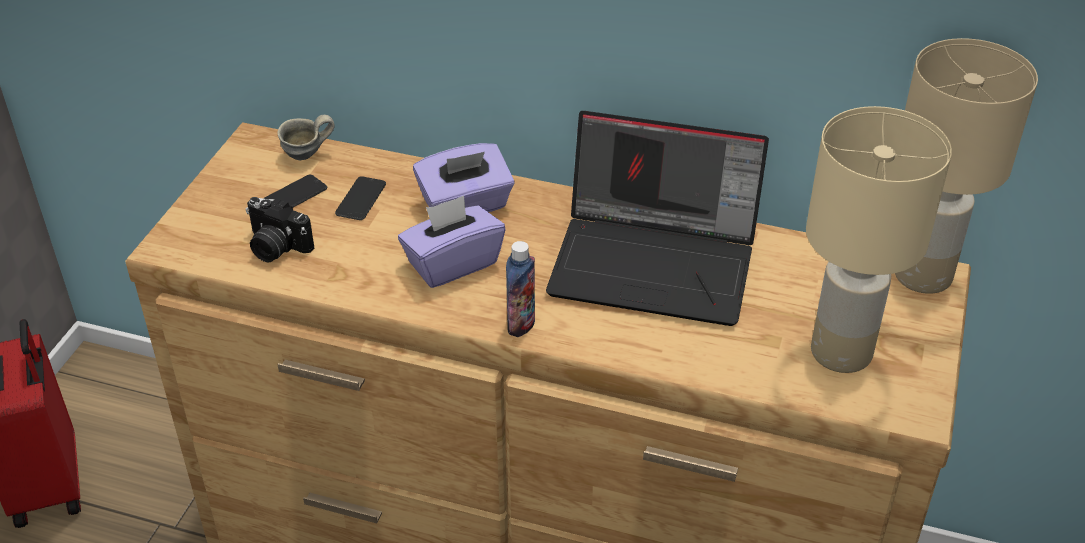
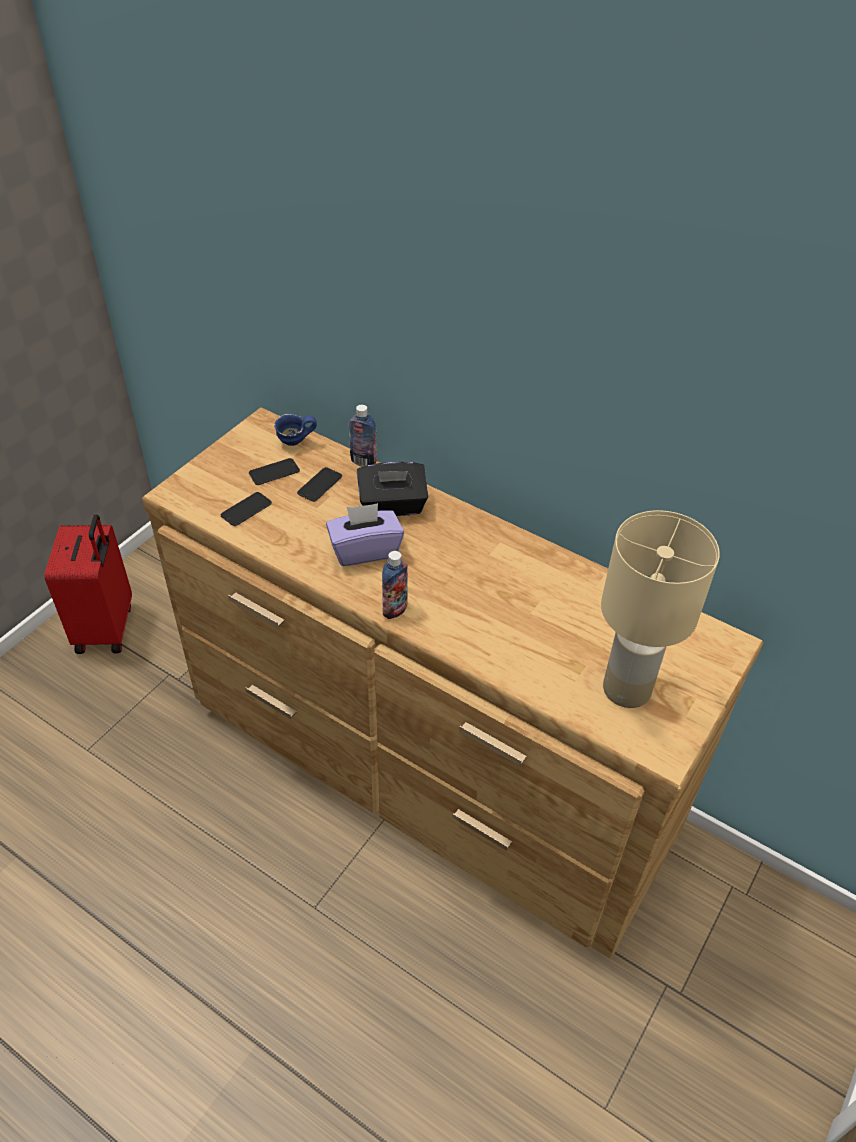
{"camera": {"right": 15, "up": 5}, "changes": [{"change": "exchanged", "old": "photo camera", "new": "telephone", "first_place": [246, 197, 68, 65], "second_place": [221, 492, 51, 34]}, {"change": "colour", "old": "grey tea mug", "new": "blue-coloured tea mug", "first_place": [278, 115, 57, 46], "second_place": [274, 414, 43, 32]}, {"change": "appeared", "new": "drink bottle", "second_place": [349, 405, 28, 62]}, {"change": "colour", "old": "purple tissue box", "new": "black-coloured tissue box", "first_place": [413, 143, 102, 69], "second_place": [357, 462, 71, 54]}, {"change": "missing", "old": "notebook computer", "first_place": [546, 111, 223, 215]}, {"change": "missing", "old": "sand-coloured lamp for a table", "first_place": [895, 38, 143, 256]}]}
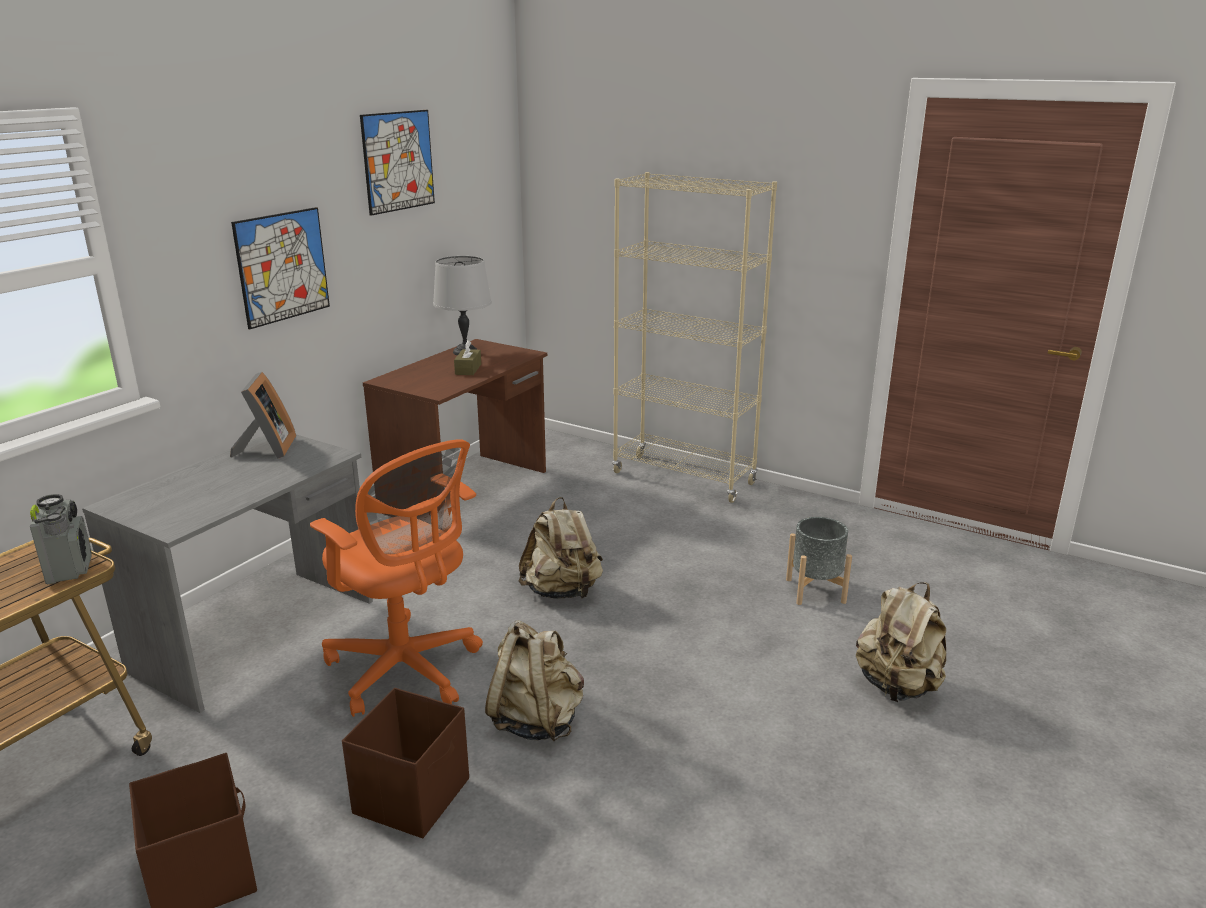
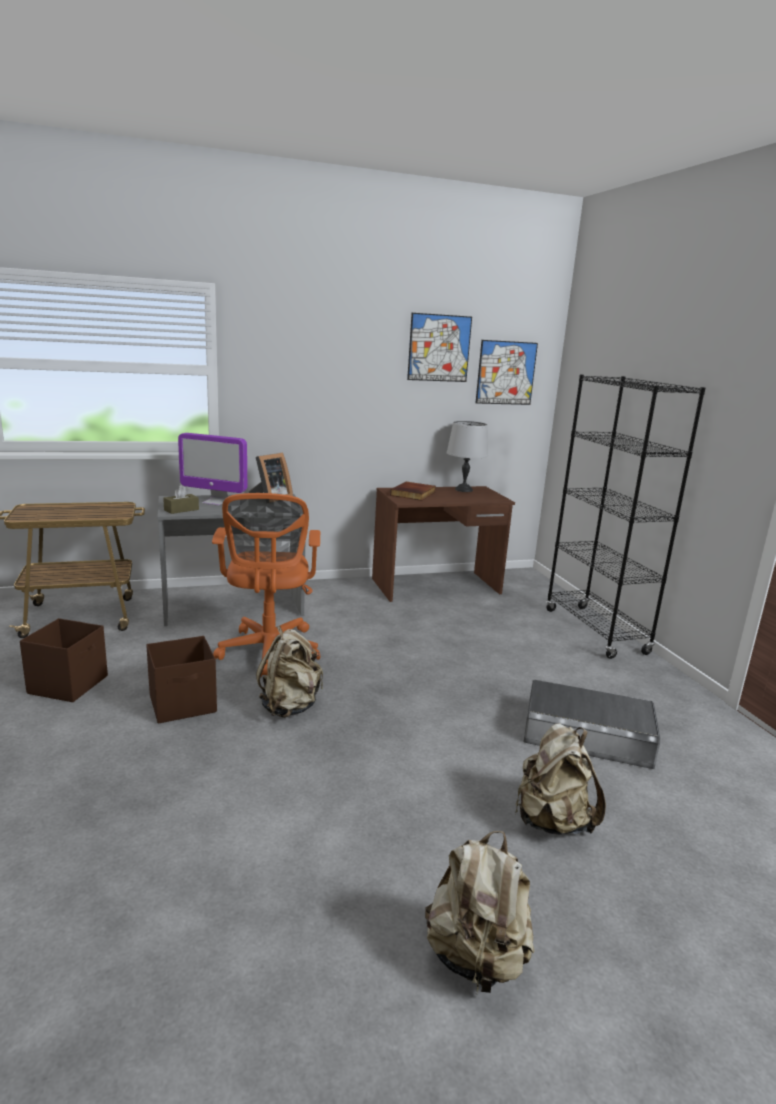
{"camera": {"right": 40, "up": -5}, "changes": [{"change": "relocated", "old": "brownish tissue box", "first_place": [454, 340, 27, 35], "second_place": [163, 485, 36, 29]}, {"change": "appeared", "new": "computer screen", "second_place": [178, 433, 69, 73]}, {"change": "appeared", "new": "volume", "second_place": [390, 482, 46, 19]}, {"change": "relocated", "old": "sand-coloured rucksack", "first_place": [518, 497, 85, 102], "second_place": [425, 831, 110, 162]}, {"change": "relocated", "old": "wall art", "first_place": [231, 207, 99, 122], "second_place": [476, 340, 62, 65]}, {"change": "exchanged", "old": "grey planter", "new": "grey storage container", "first_place": [786, 517, 66, 88], "second_place": [523, 680, 137, 89]}, {"change": "colour", "old": "sand-coloured bookcase", "new": "black-coloured bookcase", "first_place": [612, 172, 165, 331], "second_place": [546, 375, 159, 284]}, {"change": "missing", "old": "radio receiver", "first_place": [30, 494, 62, 90]}]}
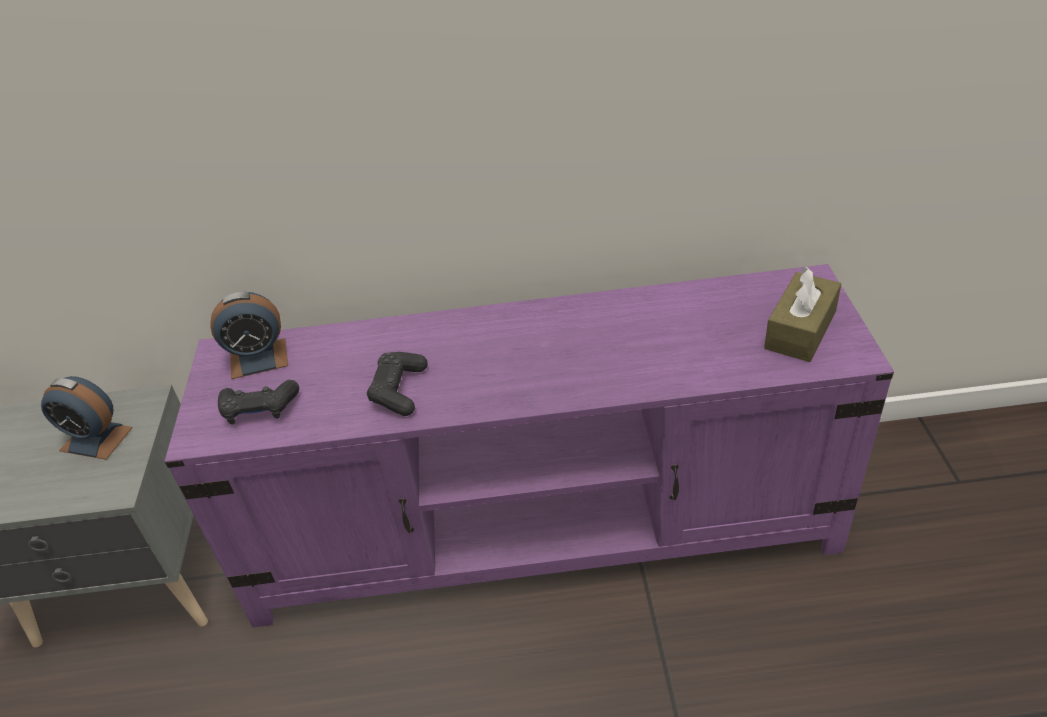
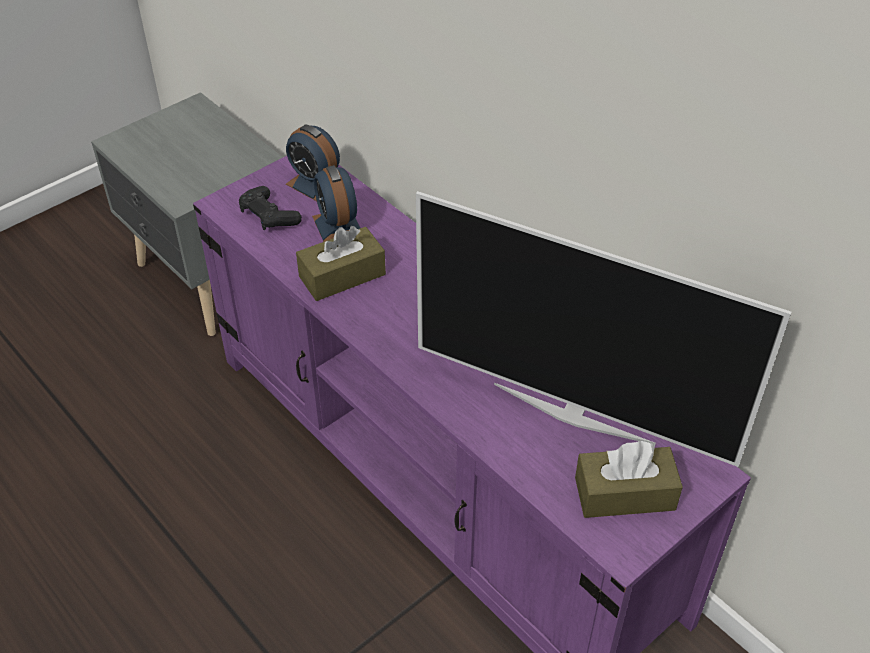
{"camera": {"right": 50, "up": 5}, "changes": [{"change": "exchanged", "old": "black-coloured joypad", "new": "brownish tissue box", "first_place": [367, 352, 61, 64], "second_place": [296, 226, 90, 75]}, {"change": "relocated", "old": "alarm clock", "first_place": [41, 376, 92, 84], "second_place": [312, 165, 48, 77]}, {"change": "appeared", "new": "TV set", "second_place": [416, 191, 375, 276]}]}
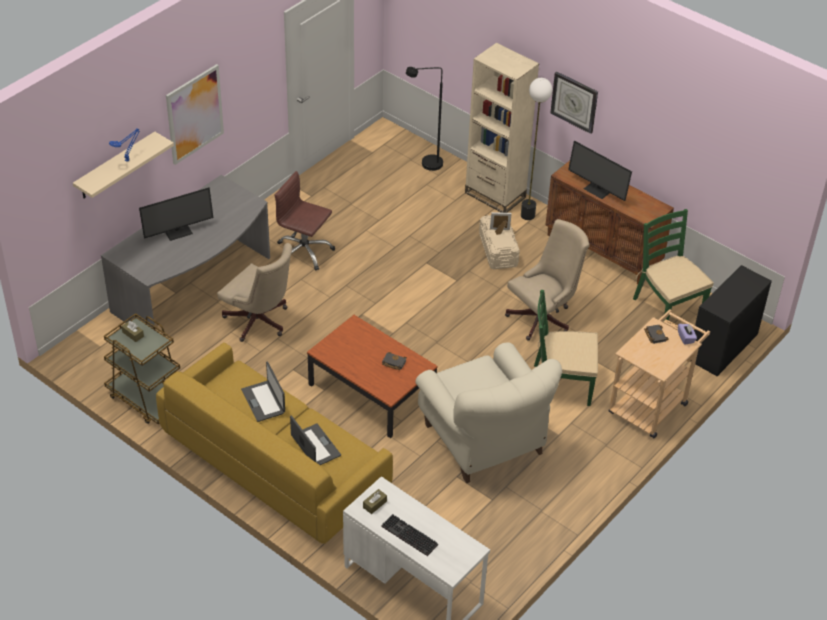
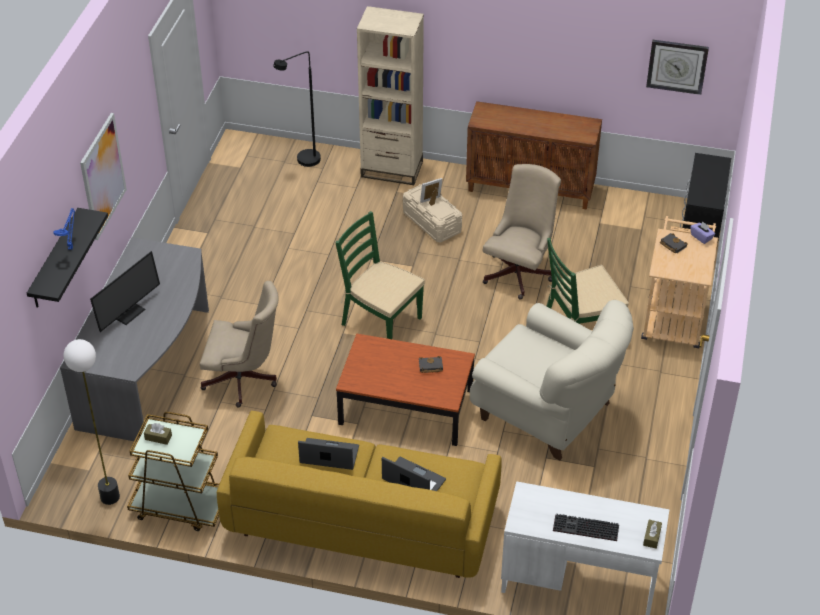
{"camera": {"right": -25, "up": 0}, "changes": [{"change": "colour", "old": "sand-coloured bracket shelf", "new": "black-coloured bracket shelf", "first_place": [73, 132, 101, 66], "second_place": [27, 208, 81, 100]}, {"change": "relocated", "old": "floor lamp", "first_place": [521, 78, 31, 142], "second_place": [64, 339, 56, 166]}, {"change": "spun", "old": "notebook computer", "first_place": [241, 362, 44, 60], "second_place": [298, 438, 61, 32], "degrees": 150}, {"change": "relocated", "old": "green chair", "first_place": [633, 209, 81, 113], "second_place": [336, 211, 89, 128]}, {"change": "relocated", "old": "brownish tissue box", "first_place": [363, 489, 24, 25], "second_place": [643, 520, 19, 29]}, {"change": "relocated", "old": "clock on the wall", "first_place": [550, 72, 48, 62], "second_place": [646, 40, 63, 55]}, {"change": "missing", "old": "brownish office chair", "first_place": [274, 171, 61, 100]}, {"change": "missing", "old": "computer screen", "first_place": [568, 140, 64, 61]}]}
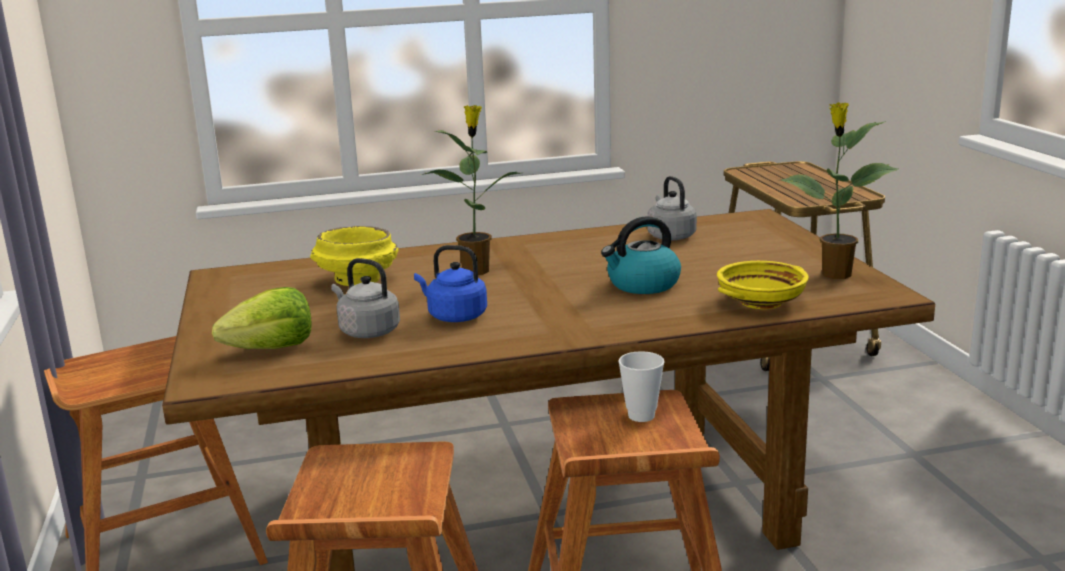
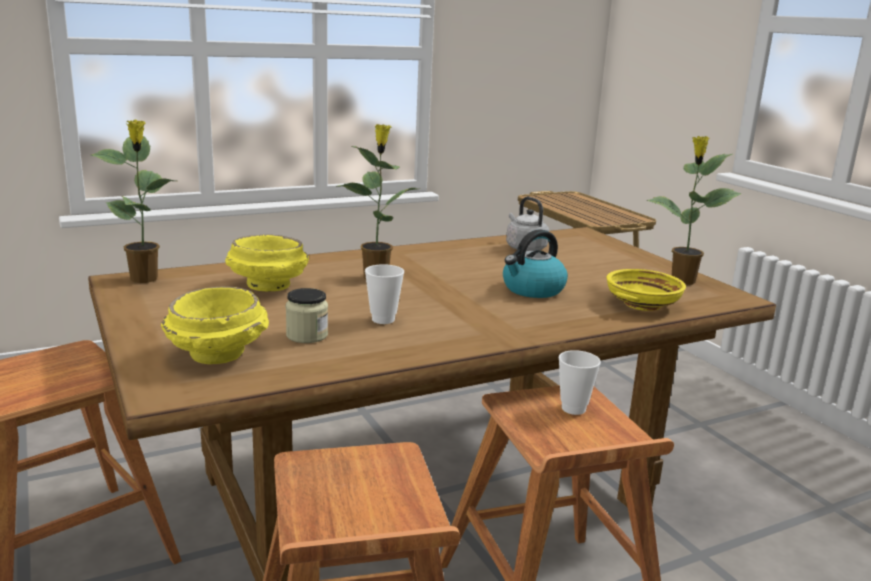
{"camera": {"right": -15, "up": 0}, "changes": [{"change": "appeared", "new": "potted plant", "second_place": [90, 120, 86, 163]}, {"change": "exchanged", "old": "lettuce head", "new": "yellowish deep dish", "first_place": [212, 287, 99, 62], "second_place": [161, 287, 108, 77]}, {"change": "exchanged", "old": "grey tea kettle", "new": "preserve jar", "first_place": [331, 258, 69, 80], "second_place": [286, 288, 42, 55]}, {"change": "exchanged", "old": "blue-coloured tea kettle", "new": "drinking cup", "first_place": [414, 245, 73, 77], "second_place": [365, 264, 39, 60]}]}
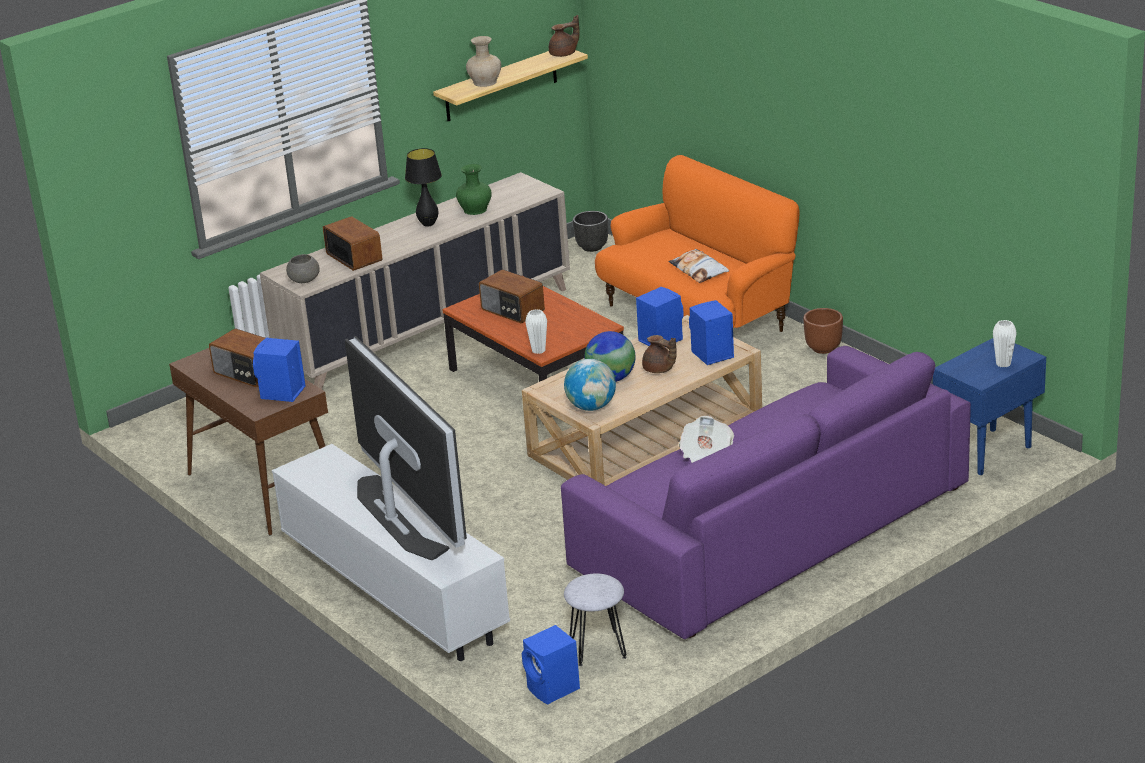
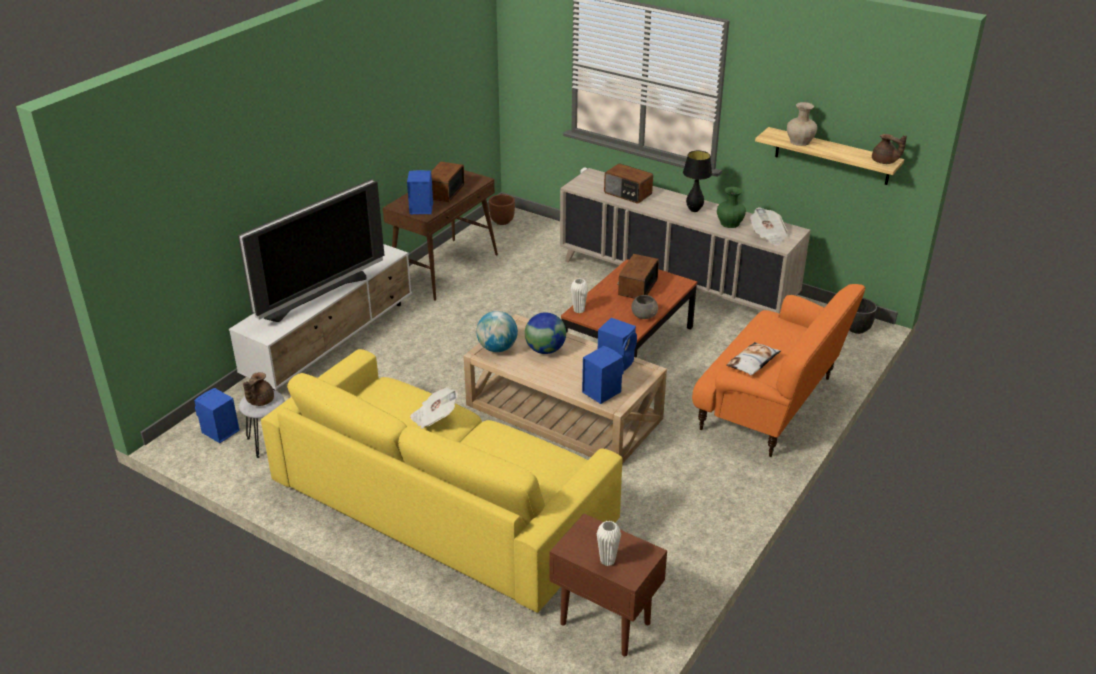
{"camera": {"right": 70, "up": 5}, "changes": [{"change": "relocated", "old": "brownish pot for tea", "first_place": [642, 335, 35, 38], "second_place": [243, 372, 31, 34]}, {"change": "colour", "old": "purple couch", "new": "yellowish couch", "first_place": [561, 346, 410, 293], "second_place": [261, 349, 362, 264]}, {"change": "relocated", "old": "brownish planter", "first_place": [803, 308, 40, 46], "second_place": [489, 194, 26, 31]}, {"change": "colour", "old": "blue-coloured accent table", "new": "brownish accent table", "first_place": [933, 338, 113, 137], "second_place": [550, 514, 117, 142]}, {"change": "spun", "old": "radio receiver", "first_place": [323, 216, 59, 55], "second_place": [604, 164, 49, 40], "degrees": 90}, {"change": "relocated", "old": "grey deep dish", "first_place": [286, 254, 34, 29], "second_place": [632, 295, 26, 24]}, {"change": "appeared", "new": "printed paper", "second_place": [750, 207, 39, 39]}]}
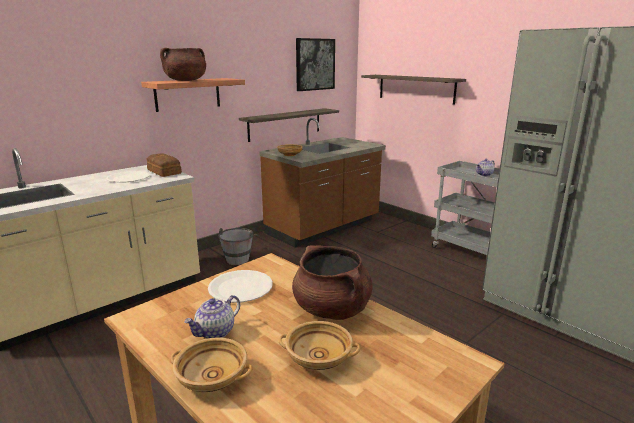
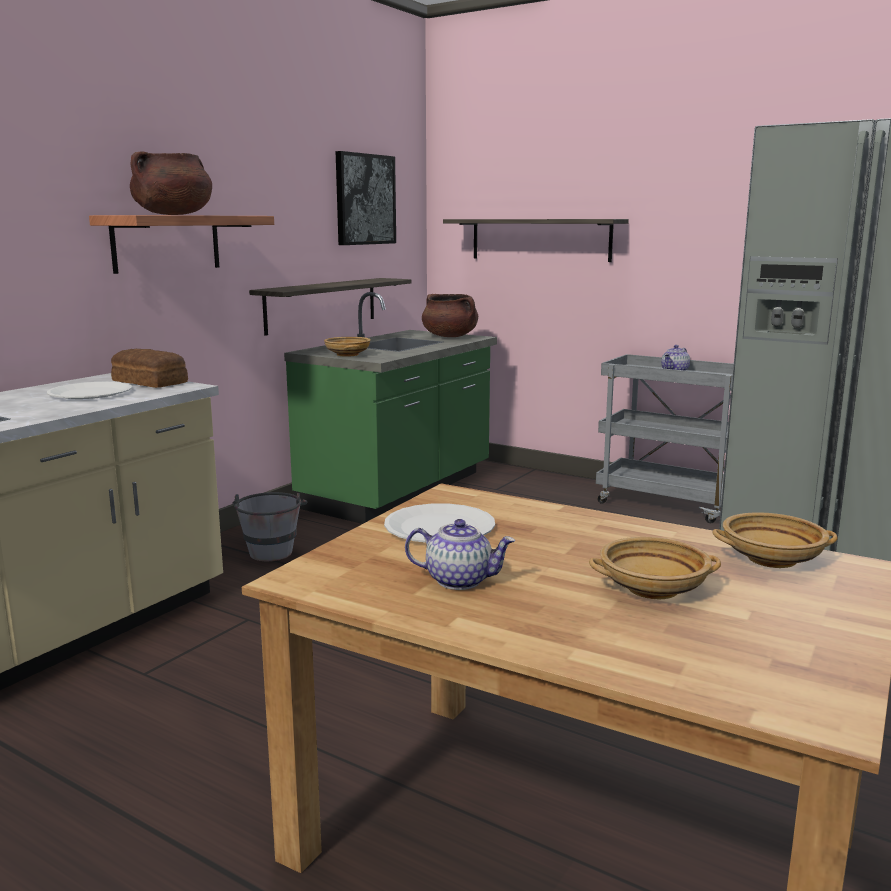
{"camera": {"right": -15, "up": -5}, "changes": [{"change": "colour", "old": "brownish kitchen base unit", "new": "green kitchen base unit", "first_place": [259, 118, 127, 130], "second_place": [284, 292, 213, 232]}, {"change": "spun", "old": "pot for tea", "first_place": [184, 295, 56, 44], "second_place": [405, 519, 110, 71], "degrees": -105}, {"change": "relocated", "old": "brownish stockpot", "first_place": [292, 245, 81, 75], "second_place": [422, 294, 56, 43]}, {"change": "relocated", "old": "sand-coloured deep dish", "first_place": [170, 337, 83, 55], "second_place": [712, 512, 126, 56]}]}
